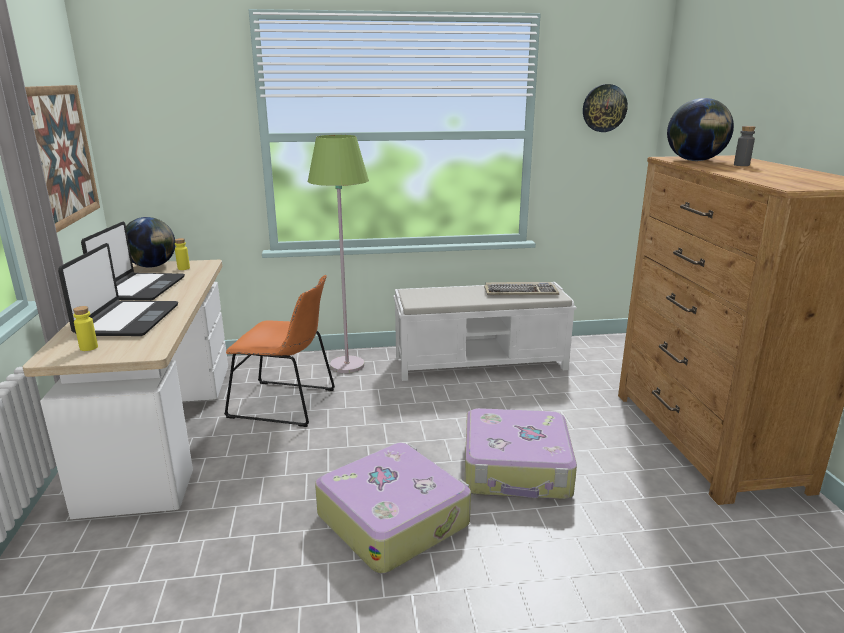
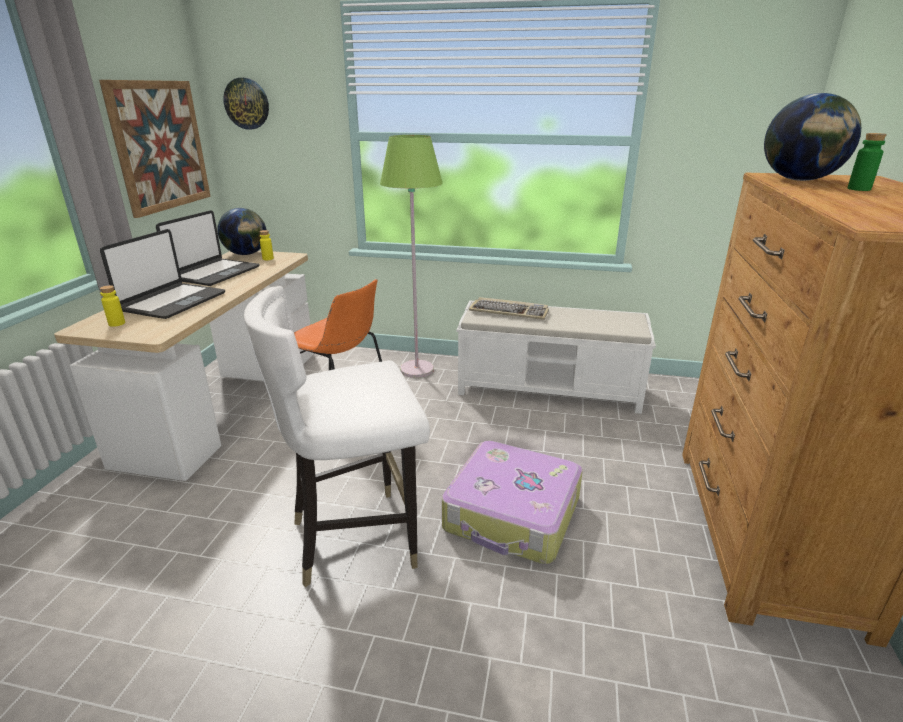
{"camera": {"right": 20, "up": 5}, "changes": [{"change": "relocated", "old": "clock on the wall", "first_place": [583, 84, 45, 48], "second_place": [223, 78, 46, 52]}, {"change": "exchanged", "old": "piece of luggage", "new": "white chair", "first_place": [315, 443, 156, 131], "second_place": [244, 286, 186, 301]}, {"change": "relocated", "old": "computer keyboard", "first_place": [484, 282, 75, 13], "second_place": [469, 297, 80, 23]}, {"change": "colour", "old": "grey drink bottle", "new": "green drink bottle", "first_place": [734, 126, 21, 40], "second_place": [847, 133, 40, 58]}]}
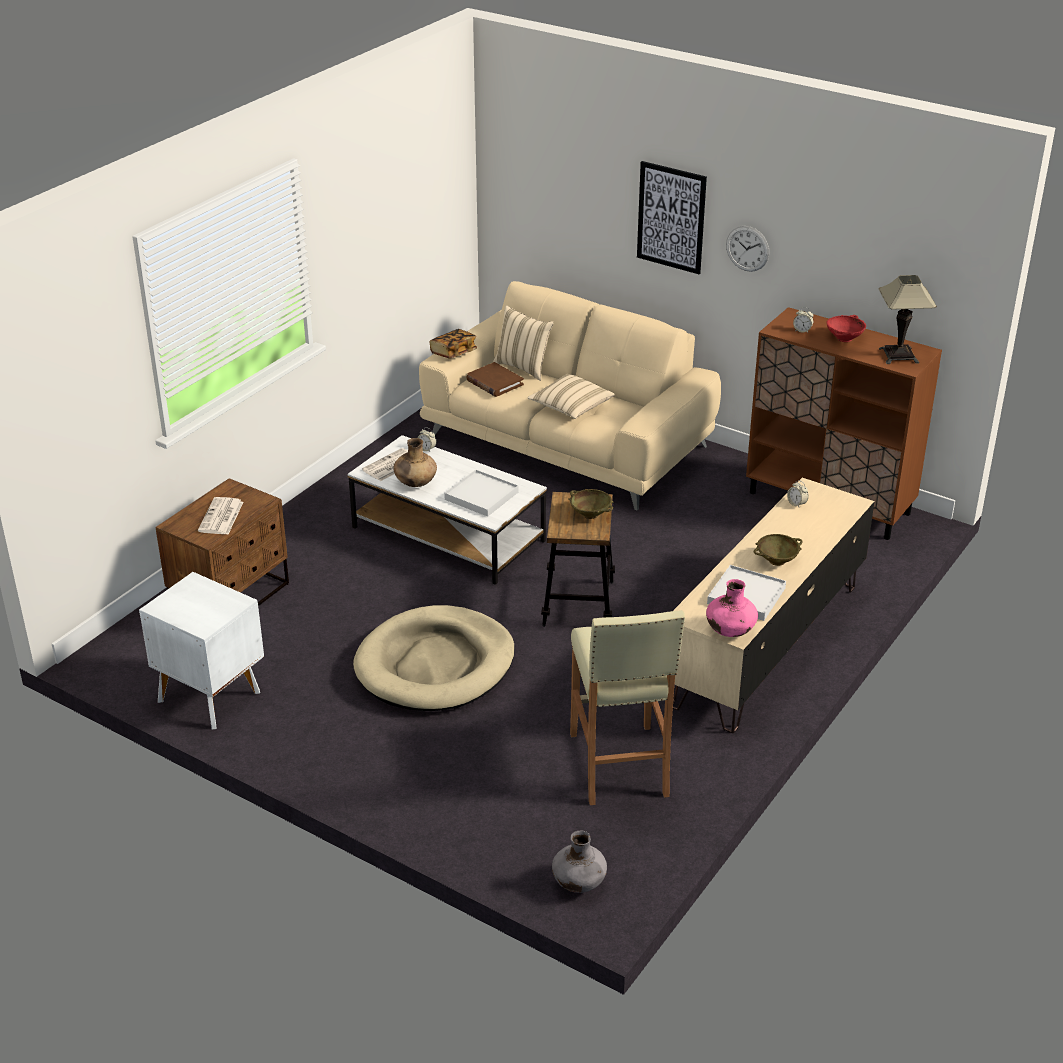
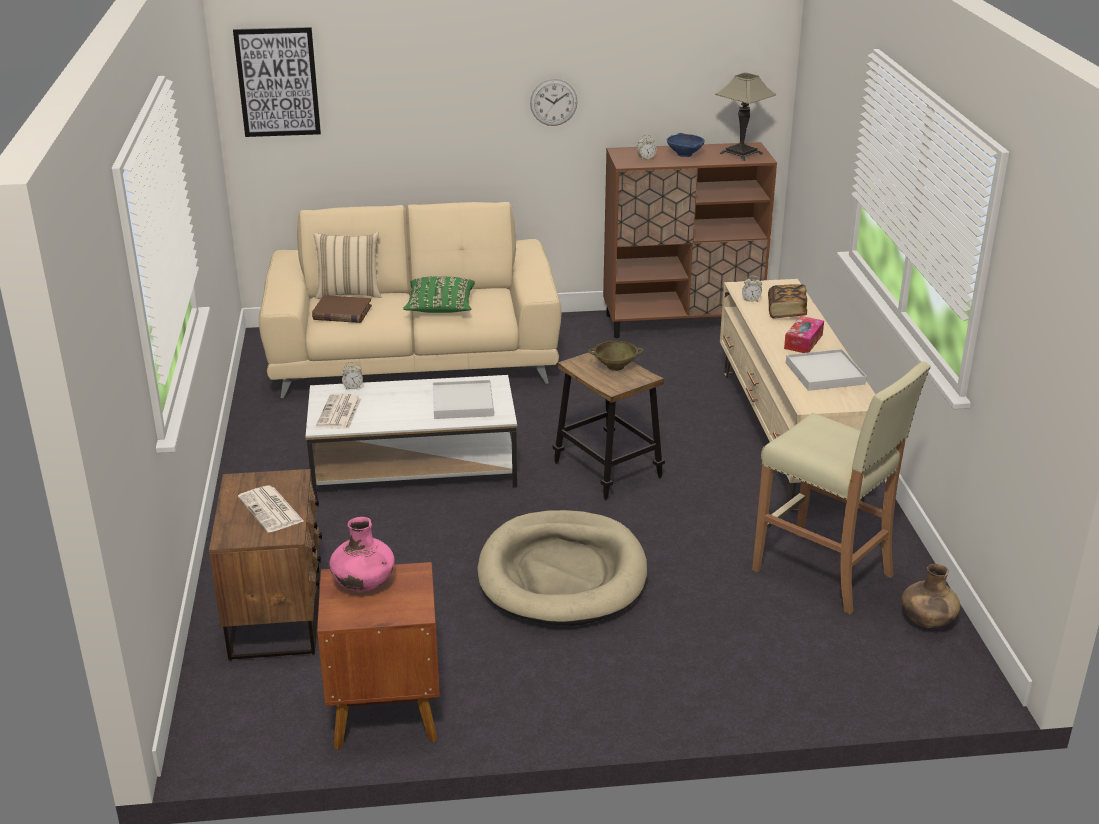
{"camera": {"right": -40, "up": -5}, "changes": [{"change": "relocated", "old": "wall art", "first_place": [637, 161, 70, 113], "second_place": [233, 27, 88, 110]}, {"change": "colour", "old": "white nightstand", "new": "brownish nightstand", "first_place": [139, 572, 125, 158], "second_place": [317, 562, 123, 188]}, {"change": "relocated", "old": "pink-coloured vase", "first_place": [706, 579, 52, 58], "second_place": [329, 517, 66, 75]}, {"change": "colour", "old": "sand-coloured pillow", "new": "green pillow", "first_place": [527, 374, 88, 45], "second_place": [403, 276, 72, 37]}, {"change": "colour", "old": "red deep dish", "new": "blue-coloured deep dish", "first_place": [826, 315, 40, 27], "second_place": [667, 133, 38, 24]}, {"change": "relocated", "old": "volume", "first_place": [430, 329, 47, 30], "second_place": [768, 284, 39, 34]}, {"change": "exchanged", "old": "sand-coloured deep dish", "new": "tissue box", "first_place": [753, 534, 50, 32], "second_place": [784, 316, 40, 37]}, {"change": "relocated", "old": "brownish vase", "first_place": [393, 438, 44, 49], "second_place": [902, 564, 58, 64]}, {"change": "missing", "old": "grey vase", "first_place": [552, 831, 55, 62]}]}
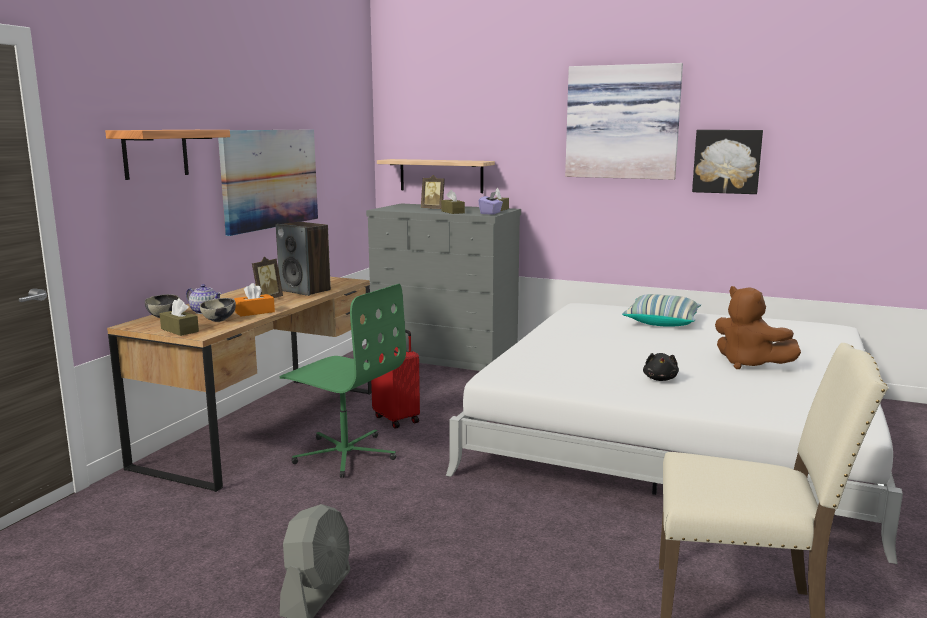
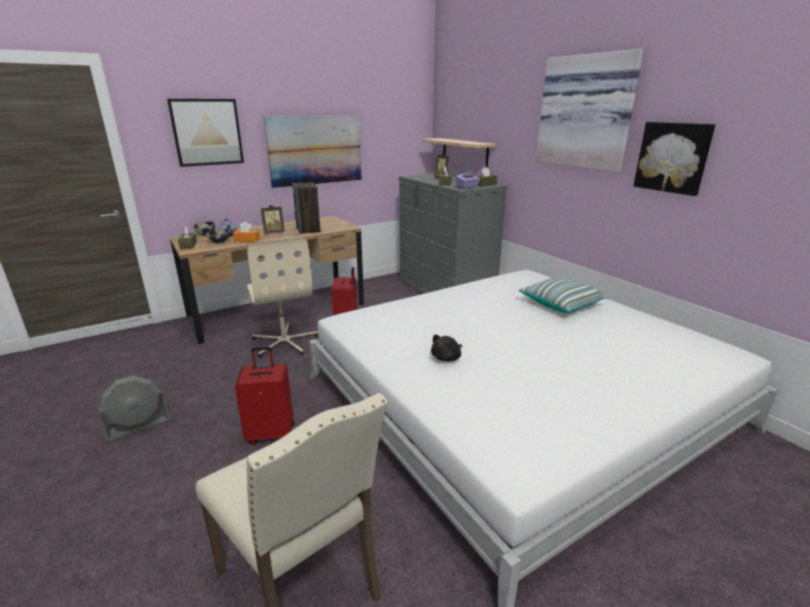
{"camera": {"right": 35, "up": 10}, "changes": [{"change": "exchanged", "old": "bracket shelf", "new": "wall art", "first_place": [105, 130, 125, 50], "second_place": [167, 99, 77, 68]}, {"change": "appeared", "new": "red piece of luggage", "second_place": [235, 347, 60, 98]}, {"change": "colour", "old": "green office chair", "new": "sand-coloured office chair", "first_place": [279, 284, 127, 194], "second_place": [247, 237, 71, 121]}, {"change": "missing", "old": "brownish cuddly toy", "first_place": [715, 286, 86, 83]}]}
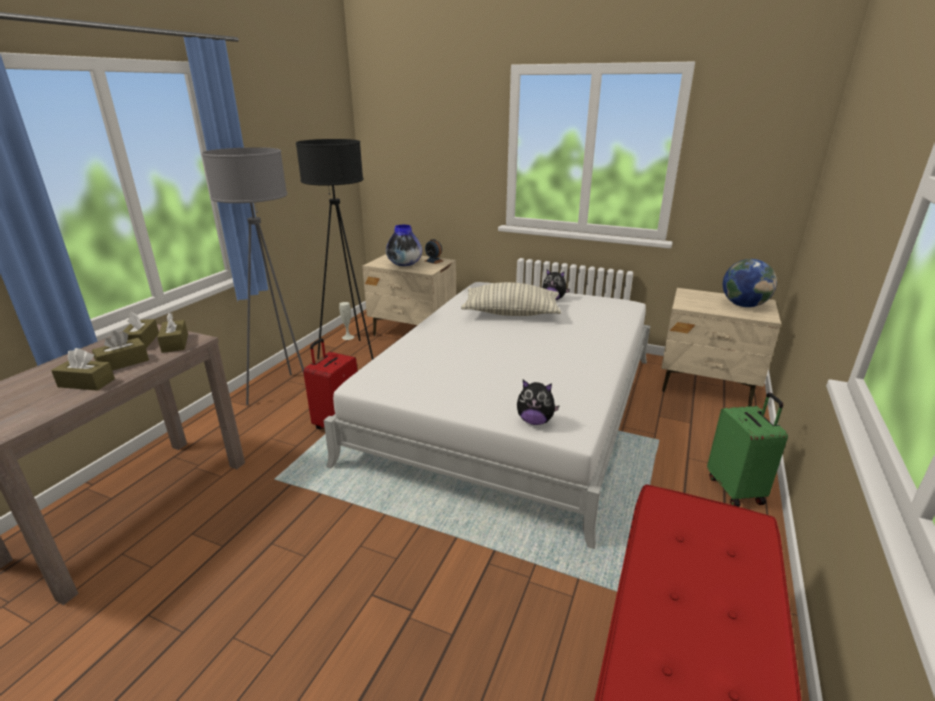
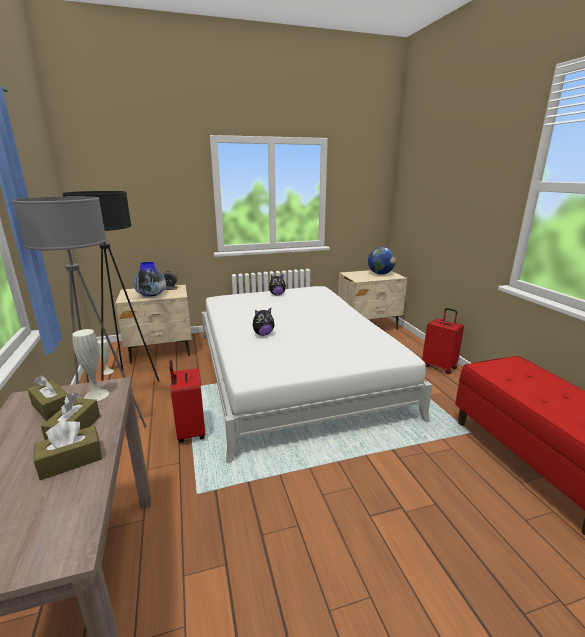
{"camera": {"right": -40, "up": -5}, "changes": [{"change": "exchanged", "old": "brownish tissue box", "new": "white vase", "first_place": [157, 312, 31, 41], "second_place": [72, 329, 37, 72]}, {"change": "relocated", "old": "cuddly toy", "first_place": [517, 380, 43, 45], "second_place": [253, 308, 22, 28]}, {"change": "colour", "old": "green piece of luggage", "new": "red piece of luggage", "first_place": [707, 393, 81, 114], "second_place": [422, 308, 42, 66]}, {"change": "missing", "old": "pillow", "first_place": [461, 282, 100, 34]}]}
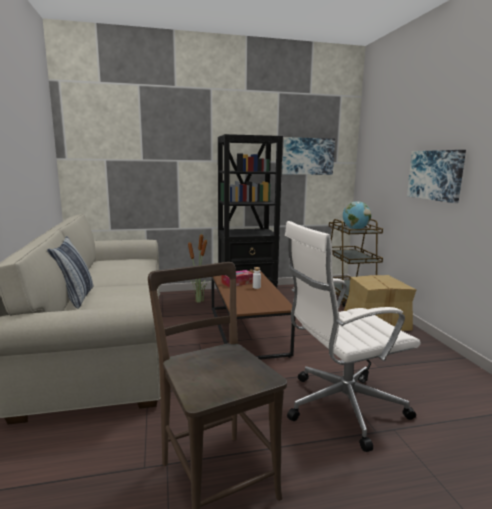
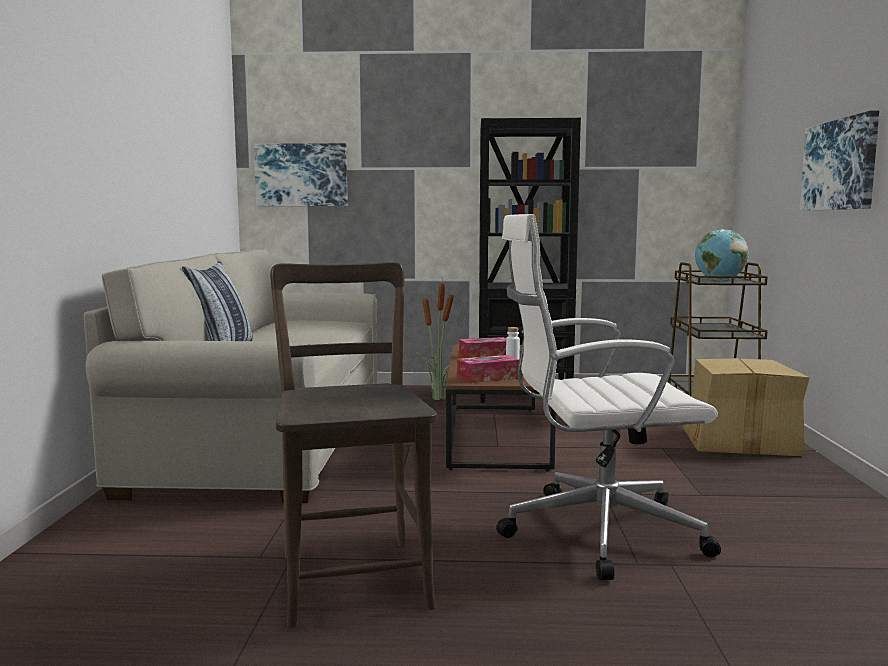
{"camera": {"right": 15, "up": -5}, "changes": [{"change": "relocated", "old": "wall art", "first_place": [282, 137, 53, 38], "second_place": [254, 143, 94, 63]}, {"change": "appeared", "new": "tissue box", "second_place": [457, 355, 62, 28]}]}
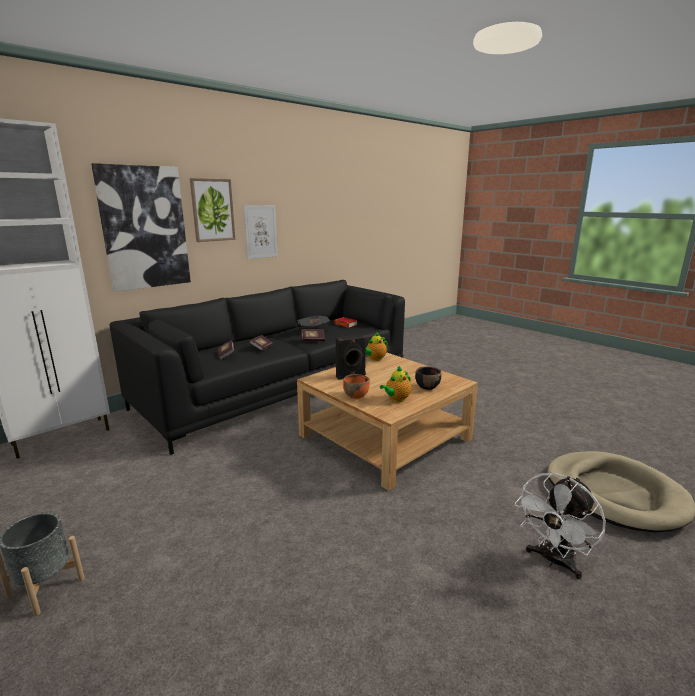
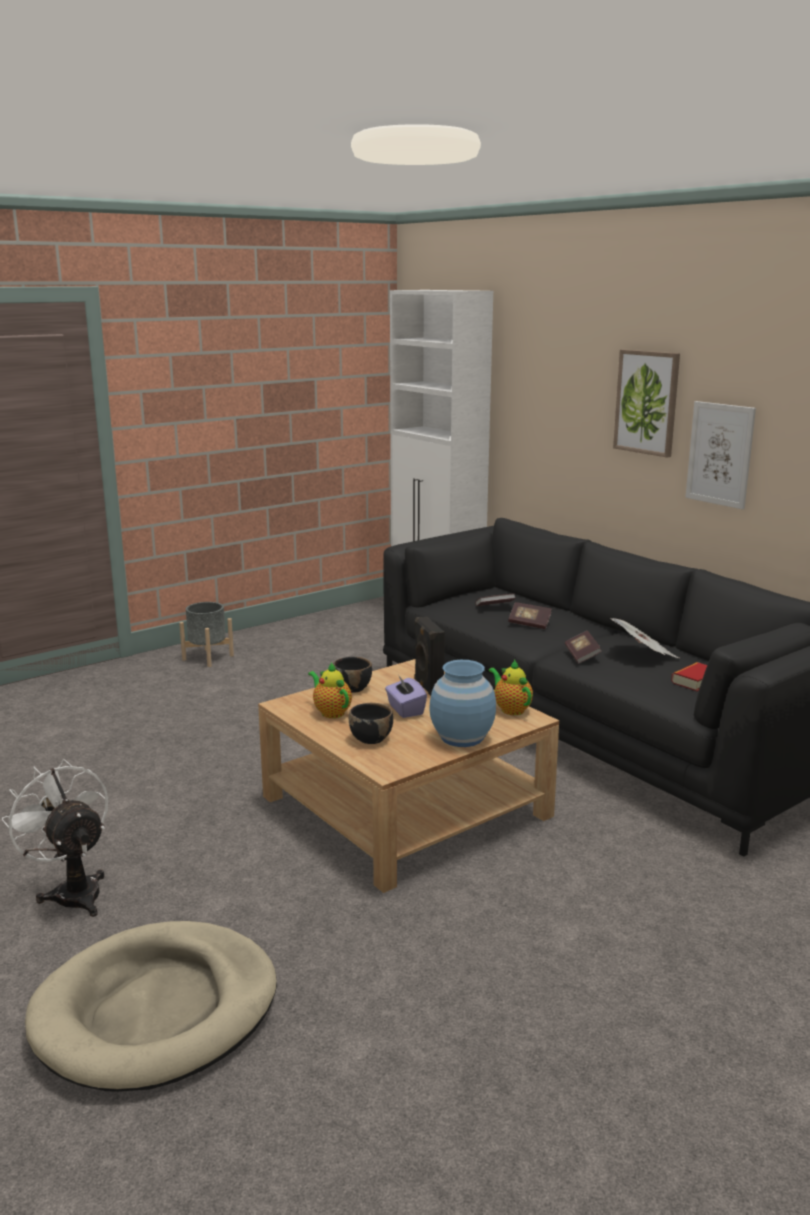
{"camera": {"right": 95, "up": 0}, "changes": [{"change": "colour", "old": "orange deep dish", "new": "black-coloured deep dish", "first_place": [343, 374, 27, 25], "second_place": [333, 657, 39, 36]}, {"change": "appeared", "new": "purple tissue box", "second_place": [385, 676, 42, 42]}, {"change": "appeared", "new": "blue-coloured vase", "second_place": [429, 660, 67, 87]}, {"change": "missing", "old": "wall art", "first_place": [91, 163, 100, 129]}]}
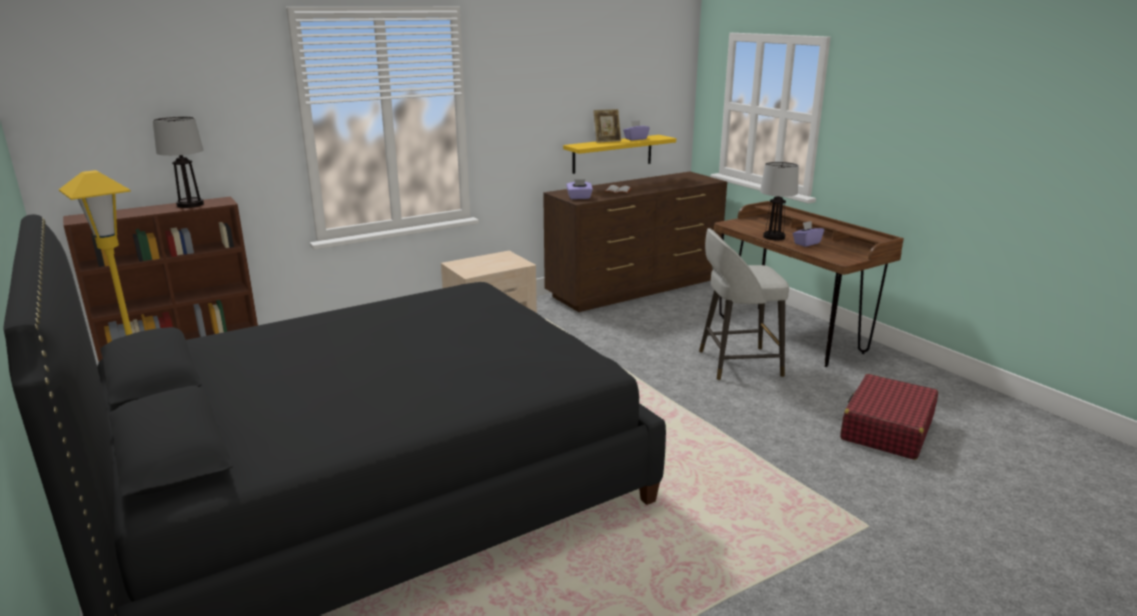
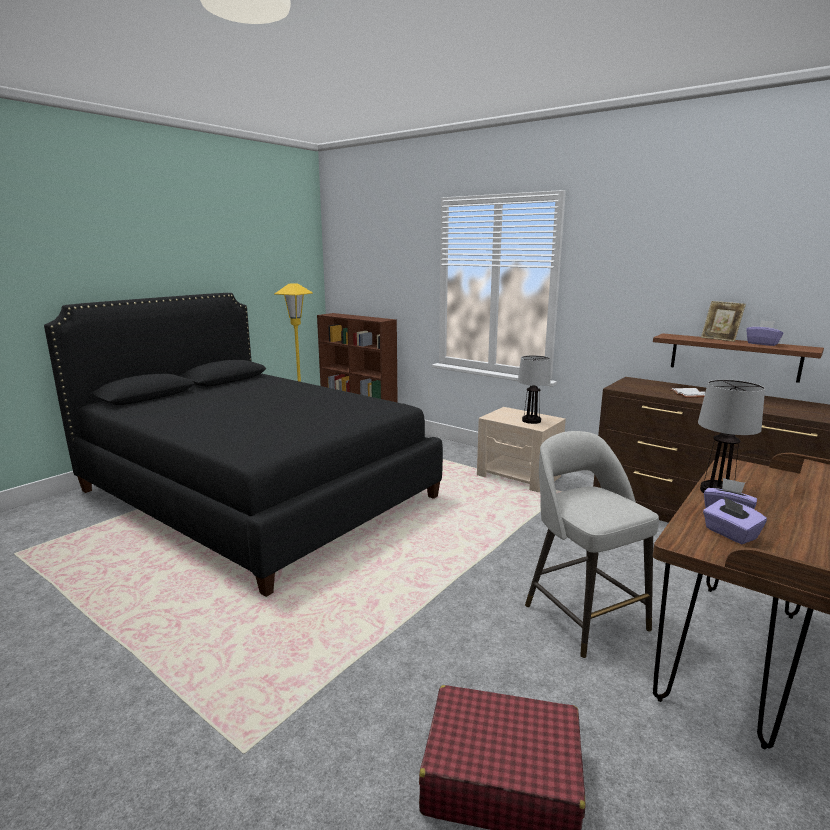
{"camera": {"right": 70, "up": -5}, "changes": [{"change": "relocated", "old": "lamp for a table", "first_place": [153, 116, 51, 92], "second_place": [518, 355, 32, 69]}, {"change": "colour", "old": "yellowish bracket shelf", "new": "brownish bracket shelf", "first_place": [563, 135, 113, 39], "second_place": [653, 333, 171, 50]}, {"change": "relocated", "old": "purple tissue box", "first_place": [566, 179, 27, 20], "second_place": [703, 497, 64, 47]}]}
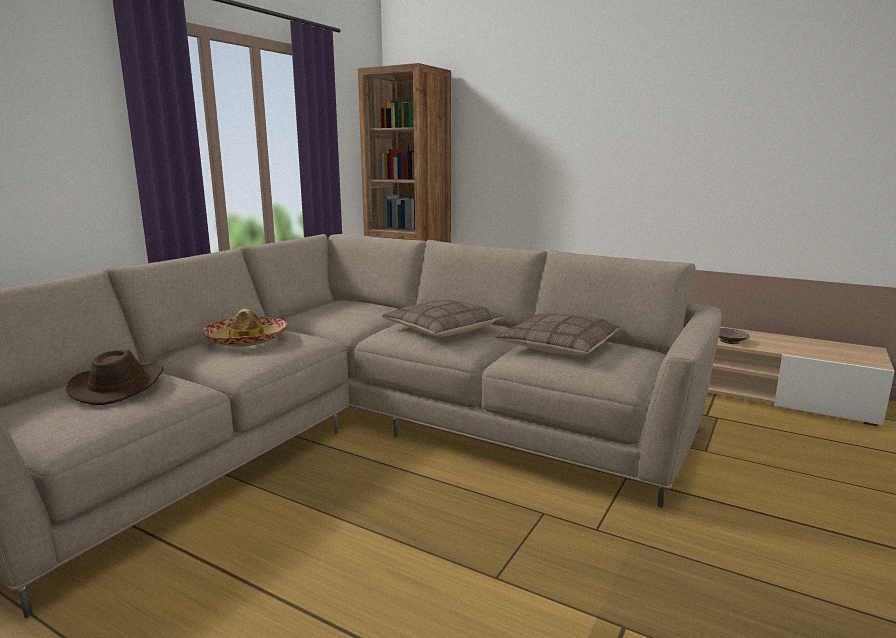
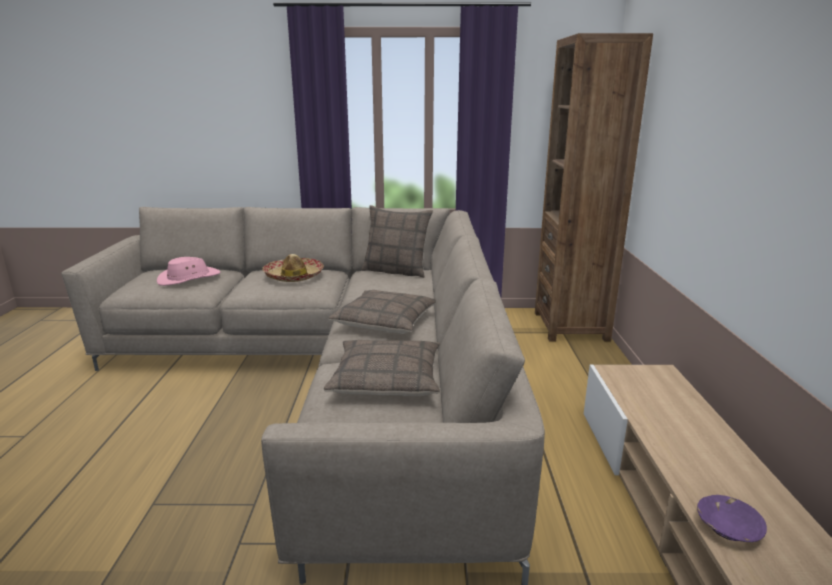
{"camera": {"right": 60, "up": 5}, "changes": [{"change": "colour", "old": "brownish hat", "new": "pink-coloured hat", "first_place": [66, 350, 98, 55], "second_place": [157, 257, 63, 29]}, {"change": "appeared", "new": "pillow", "second_place": [361, 205, 72, 73]}, {"change": "colour", "old": "brownish deep dish", "new": "purple deep dish", "first_place": [719, 328, 31, 16], "second_place": [697, 495, 70, 47]}]}
